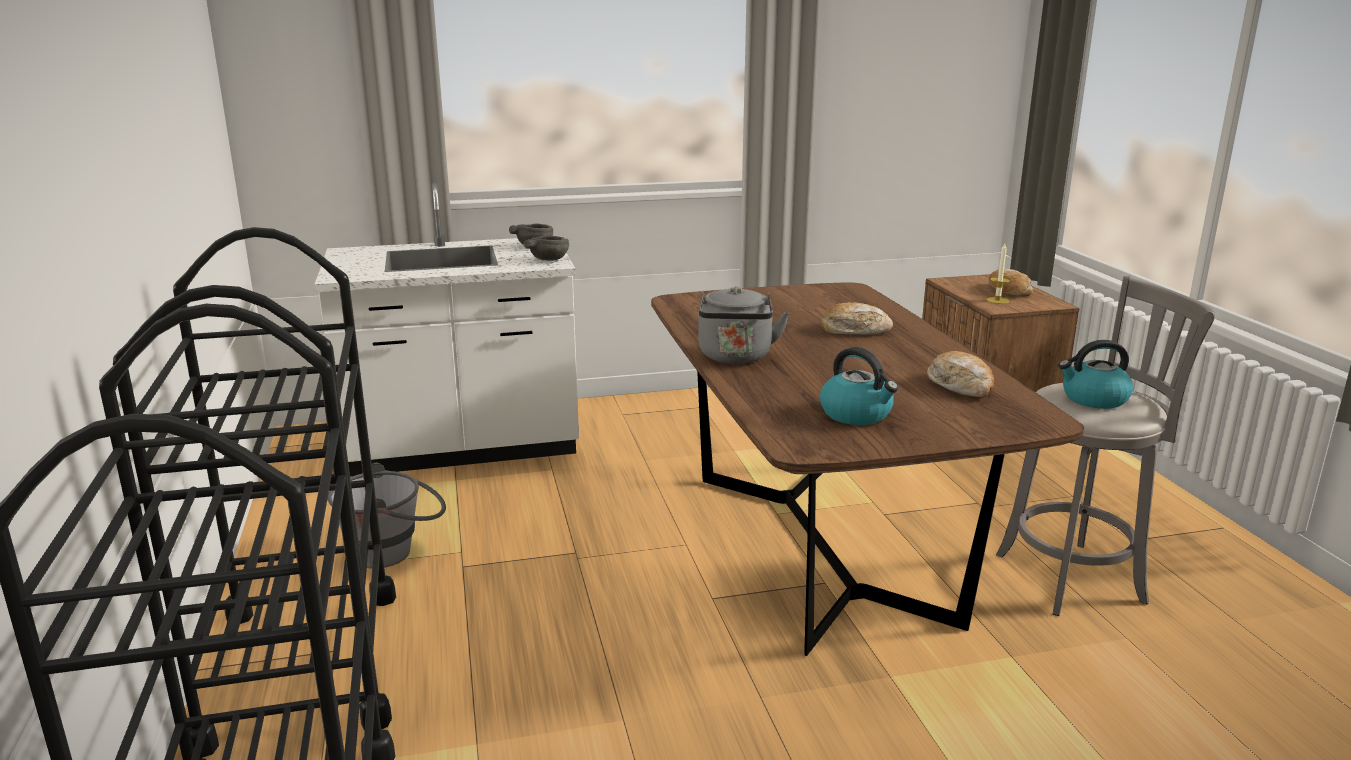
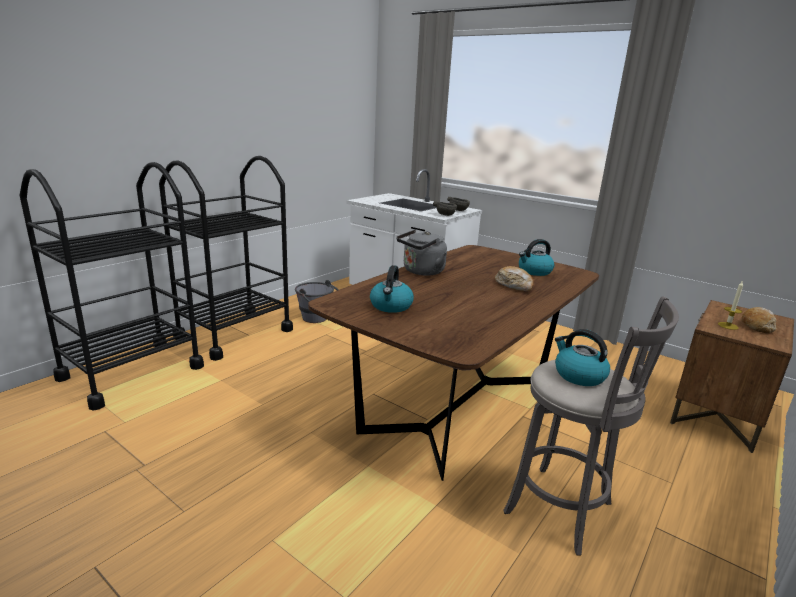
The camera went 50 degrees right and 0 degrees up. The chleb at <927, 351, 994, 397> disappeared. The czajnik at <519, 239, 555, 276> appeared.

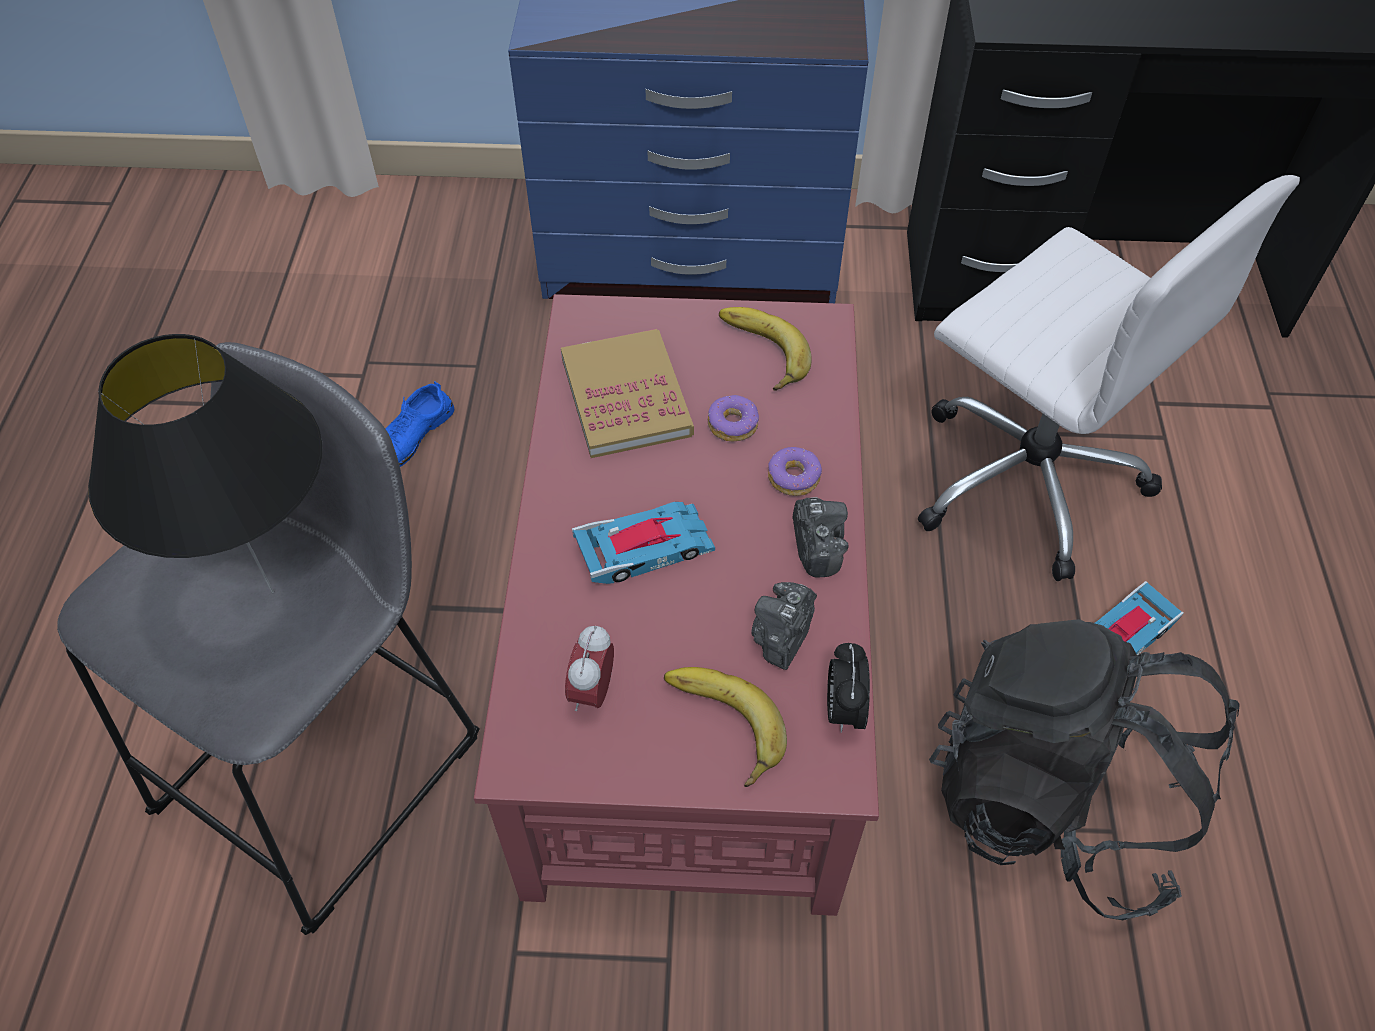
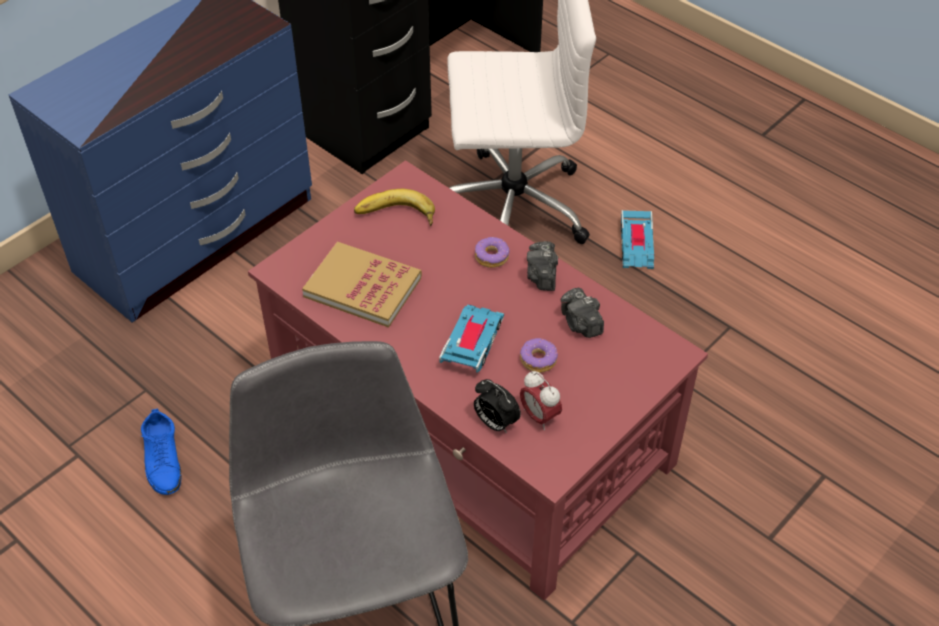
The camera went 50 degrees left and 5 degrees down. The lampa stołowa (czarny) at <88, 334, 322, 593> disappeared. The banan at <664, 667, 787, 787> disappeared. The donut moved from <708, 395, 759, 442> to <520, 338, 558, 373>. The aparat fotograficzny at <793, 497, 849, 578> turned 120 degrees counterclockwise. The budzik moved from <827, 643, 870, 733> to <474, 379, 521, 434>. The plecak (czarny) at <929, 619, 1240, 920> disappeared.

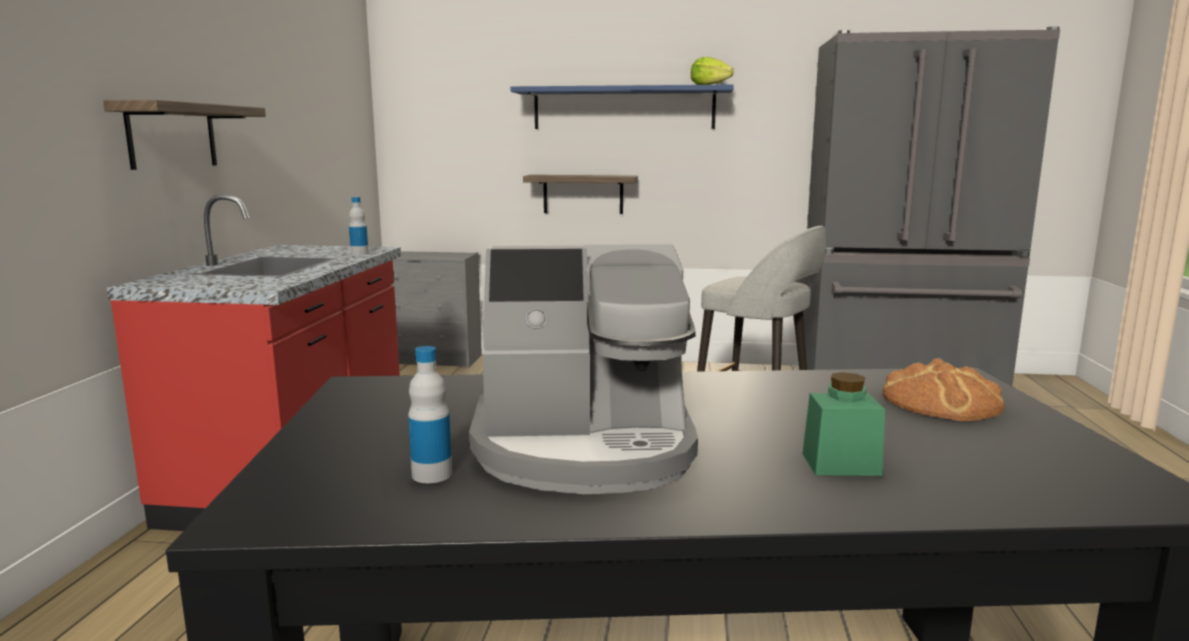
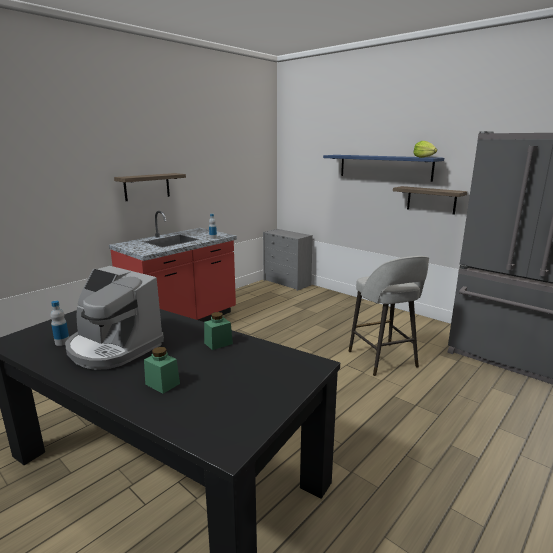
The camera went 35 degrees right and 5 degrees up. The półka moved from <523, 175, 638, 214> to <393, 186, 467, 215>. The chleb at <883, 358, 1005, 421> disappeared. The słoik (zielony) at <204, 312, 233, 350> appeared.

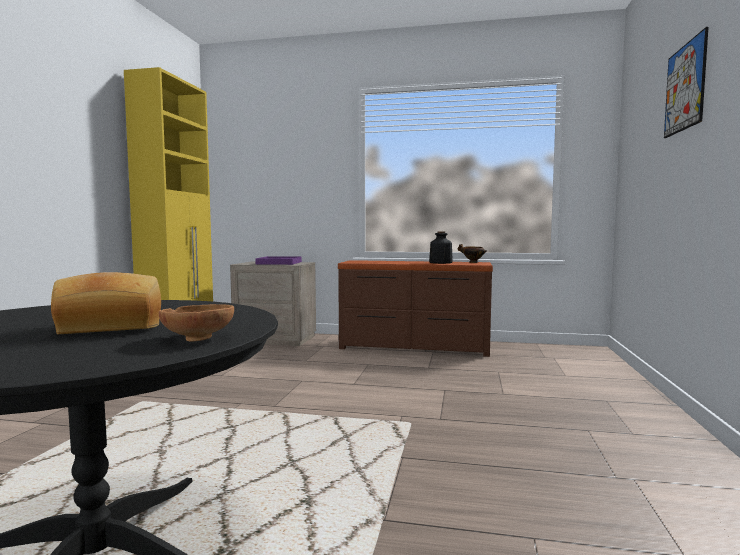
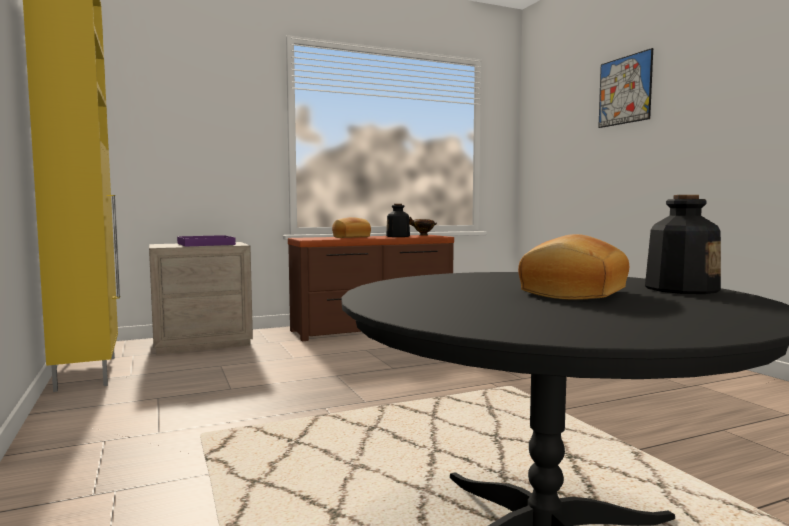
The camera went 35 degrees left and 0 degrees up. The miska (brązowy) at <159, 304, 234, 341> was replaced by the butelka at <645, 195, 721, 294>. The chleb at <332, 217, 371, 238> appeared.

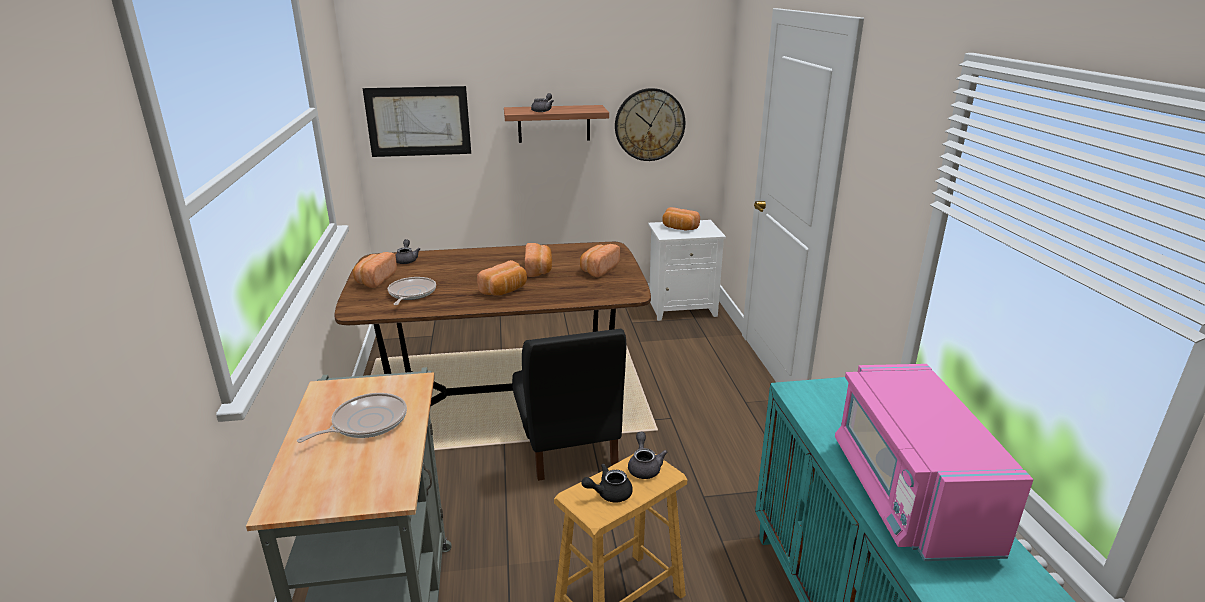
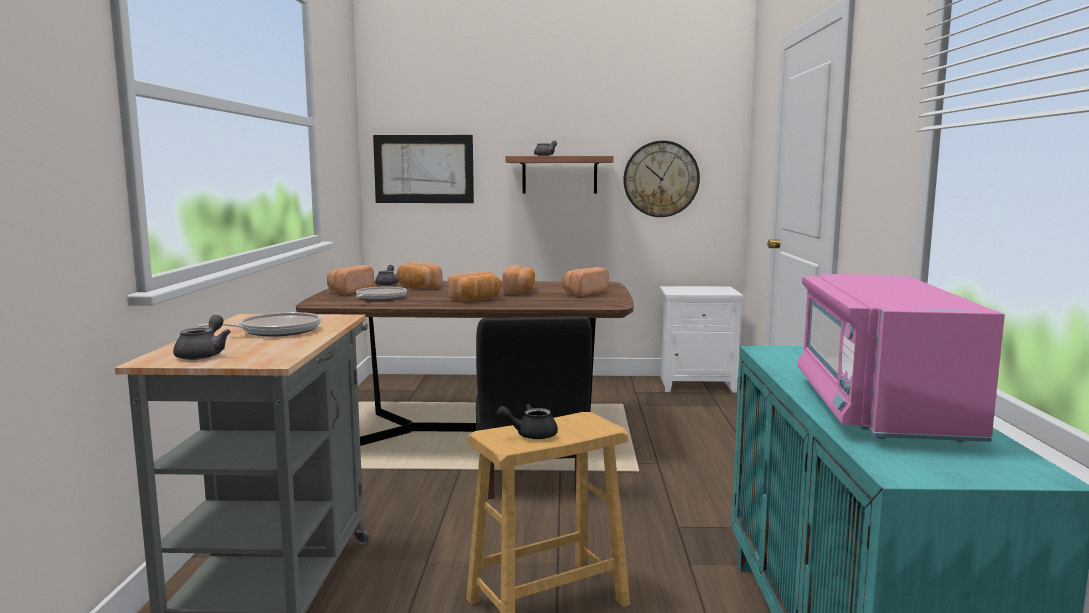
The camera went 10 degrees right and 15 degrees down. The imbryk (szary) moved from <628, 432, 668, 479> to <173, 315, 231, 360>. The chleb moved from <662, 207, 700, 230> to <397, 262, 443, 289>.

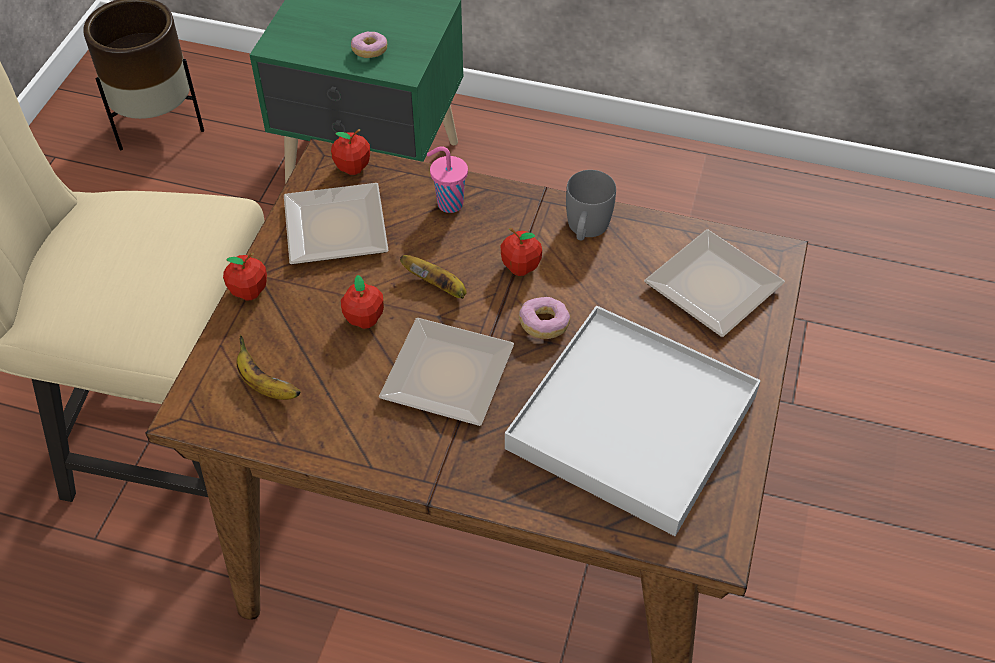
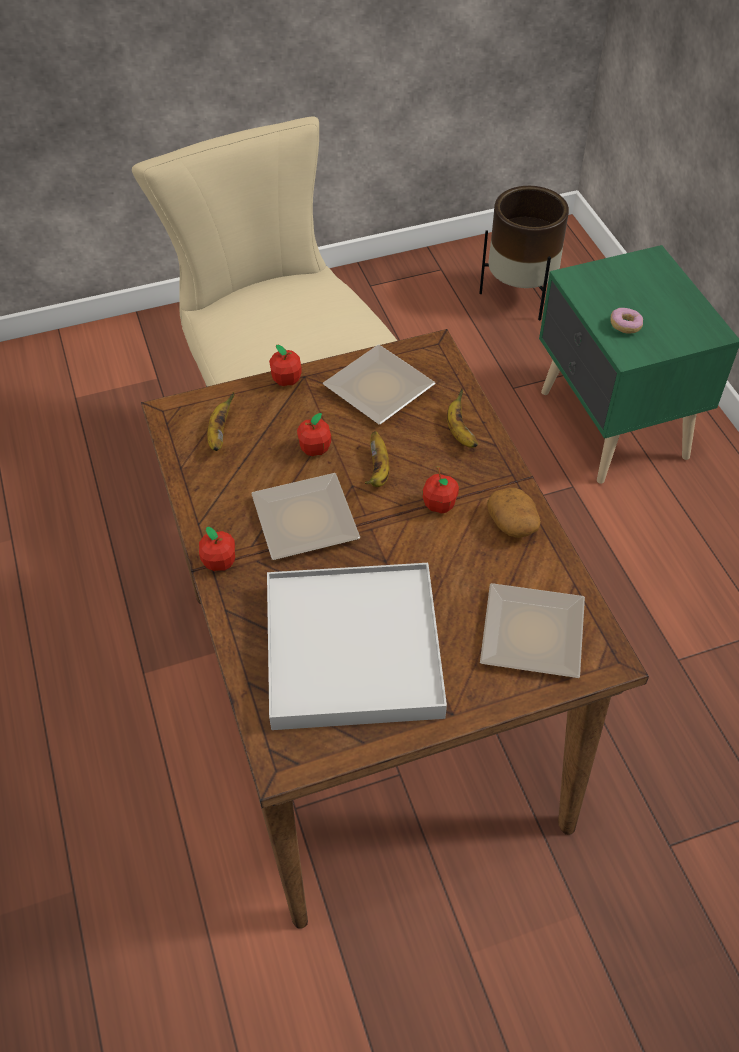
The camera went 55 degrees right and 0 degrees up. The jabłko moved from <331, 129, 370, 175> to <199, 526, 235, 571>. The filiżanka (różowy) at <427, 146, 468, 213> was replaced by the banan at <447, 388, 478, 448>. The donut at <519, 297, 570, 339> disappeared. The kubek (szary) at <566, 170, 616, 241> was replaced by the ziemniak at <487, 488, 541, 538>.

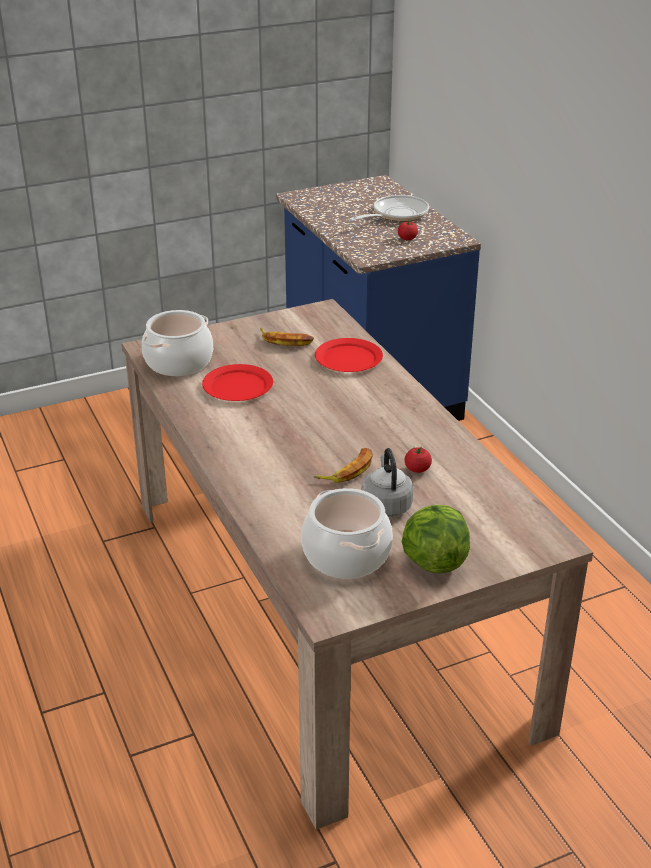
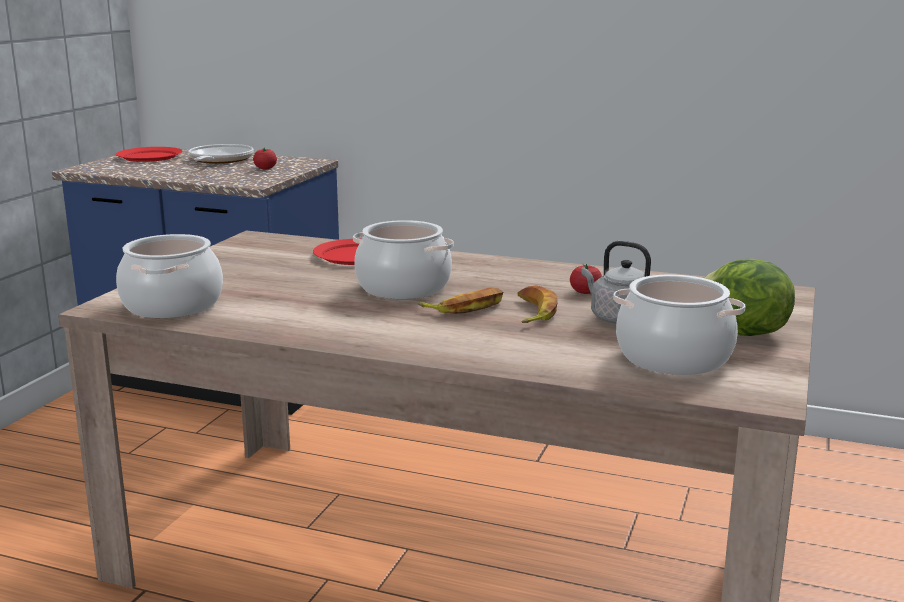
The camera went 45 degrees left and 15 degrees down. The talerz (czerwony) moved from <202, 364, 273, 401> to <116, 147, 183, 162>. The banan moved from <260, 328, 314, 346> to <418, 288, 503, 314>. The garnek at <353, 220, 454, 299> appeared.

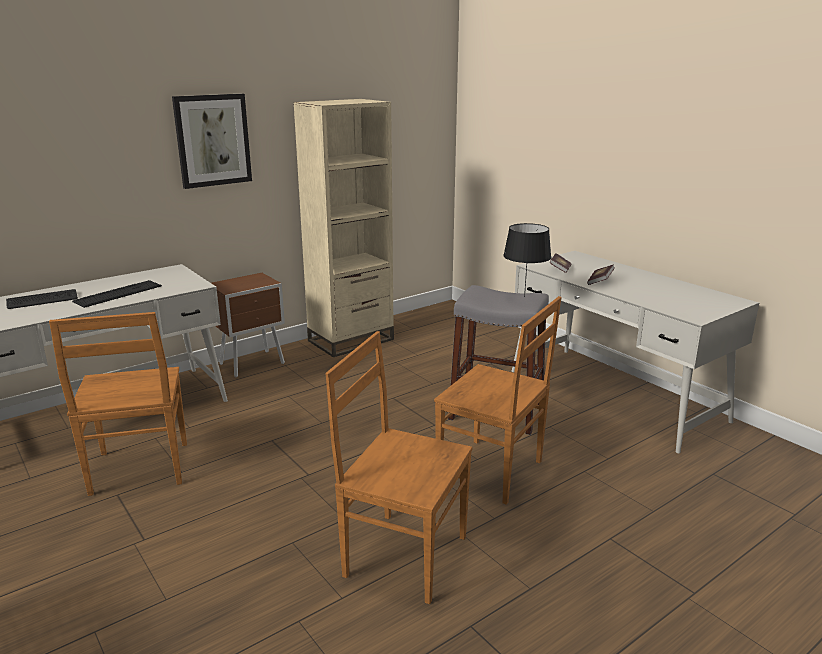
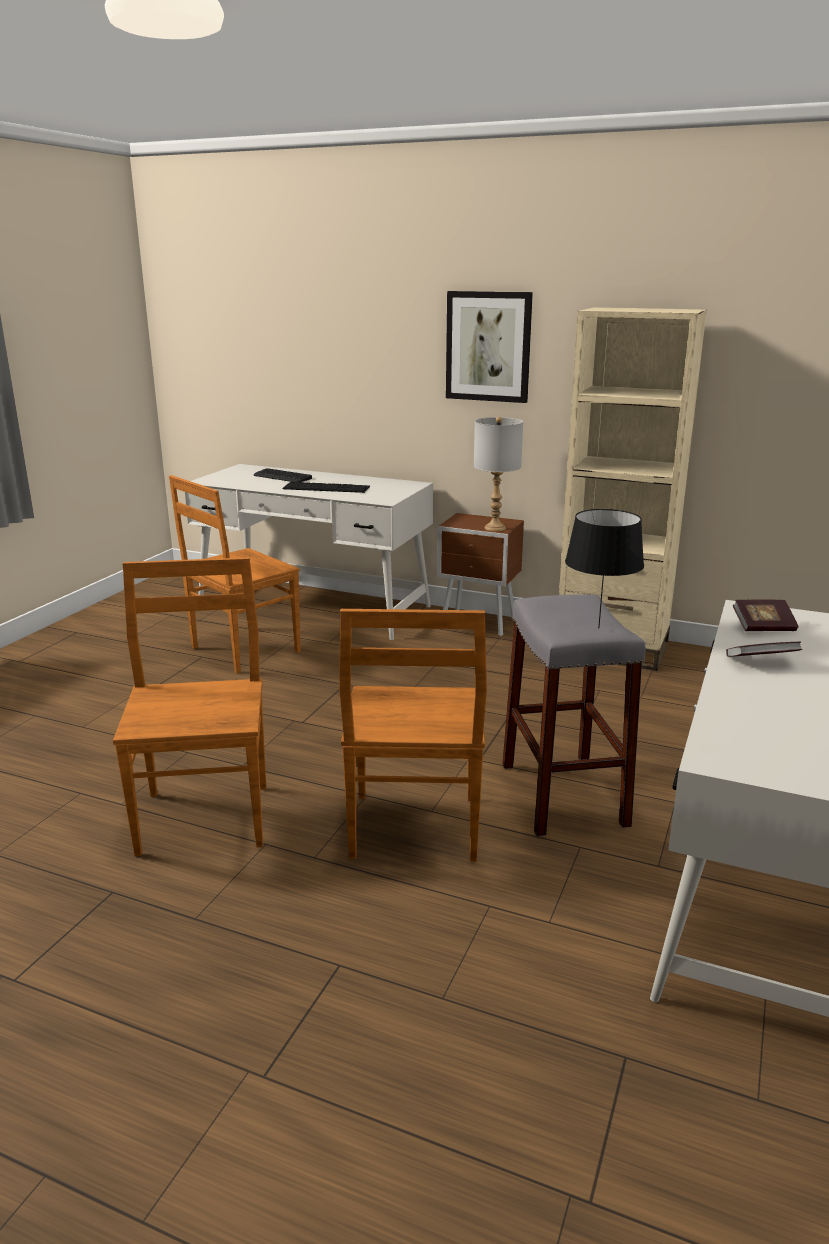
The camera went 60 degrees right and 0 degrees up. The lampa stołowa (szary) at <474, 417, 523, 531> appeared.

